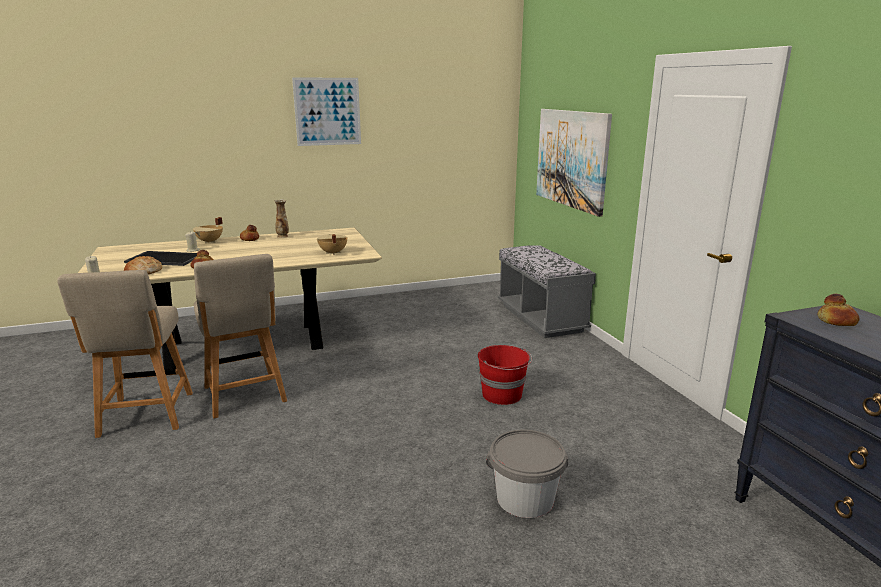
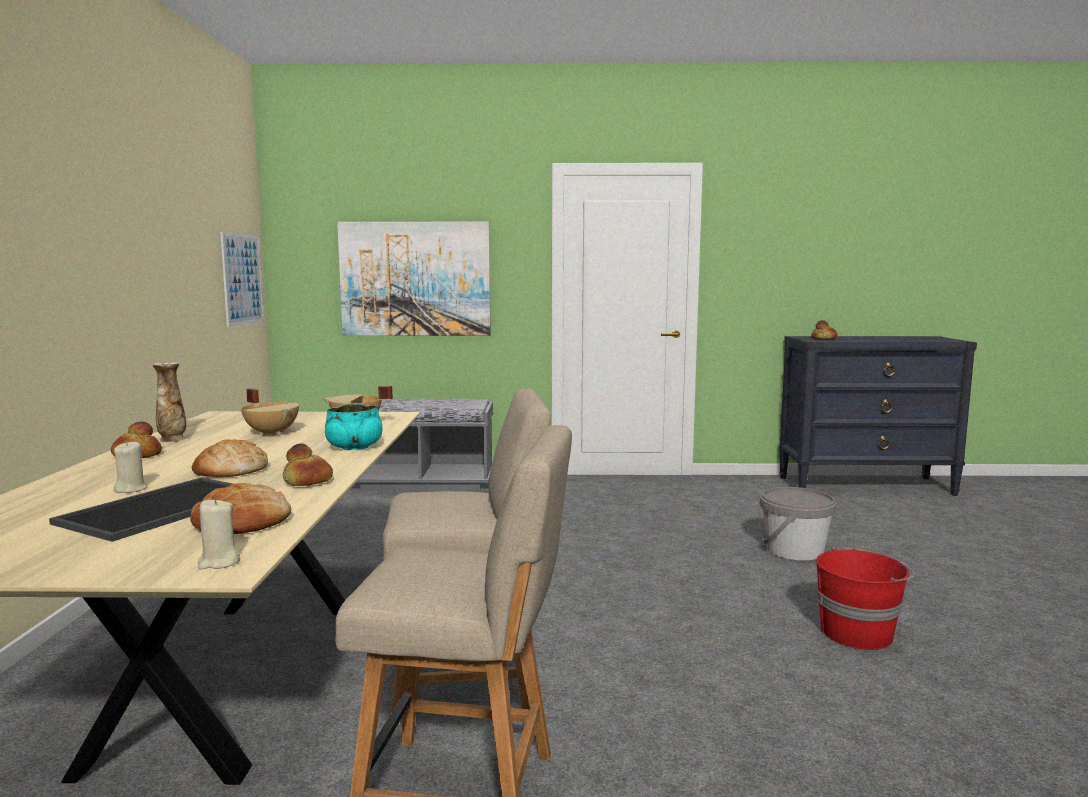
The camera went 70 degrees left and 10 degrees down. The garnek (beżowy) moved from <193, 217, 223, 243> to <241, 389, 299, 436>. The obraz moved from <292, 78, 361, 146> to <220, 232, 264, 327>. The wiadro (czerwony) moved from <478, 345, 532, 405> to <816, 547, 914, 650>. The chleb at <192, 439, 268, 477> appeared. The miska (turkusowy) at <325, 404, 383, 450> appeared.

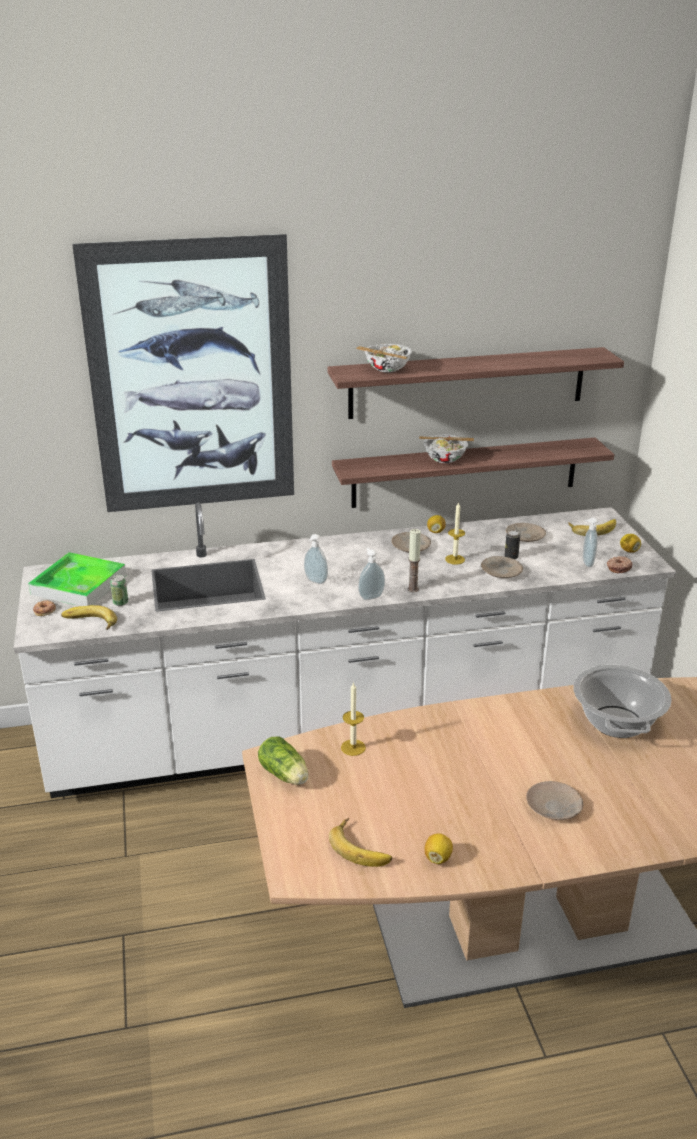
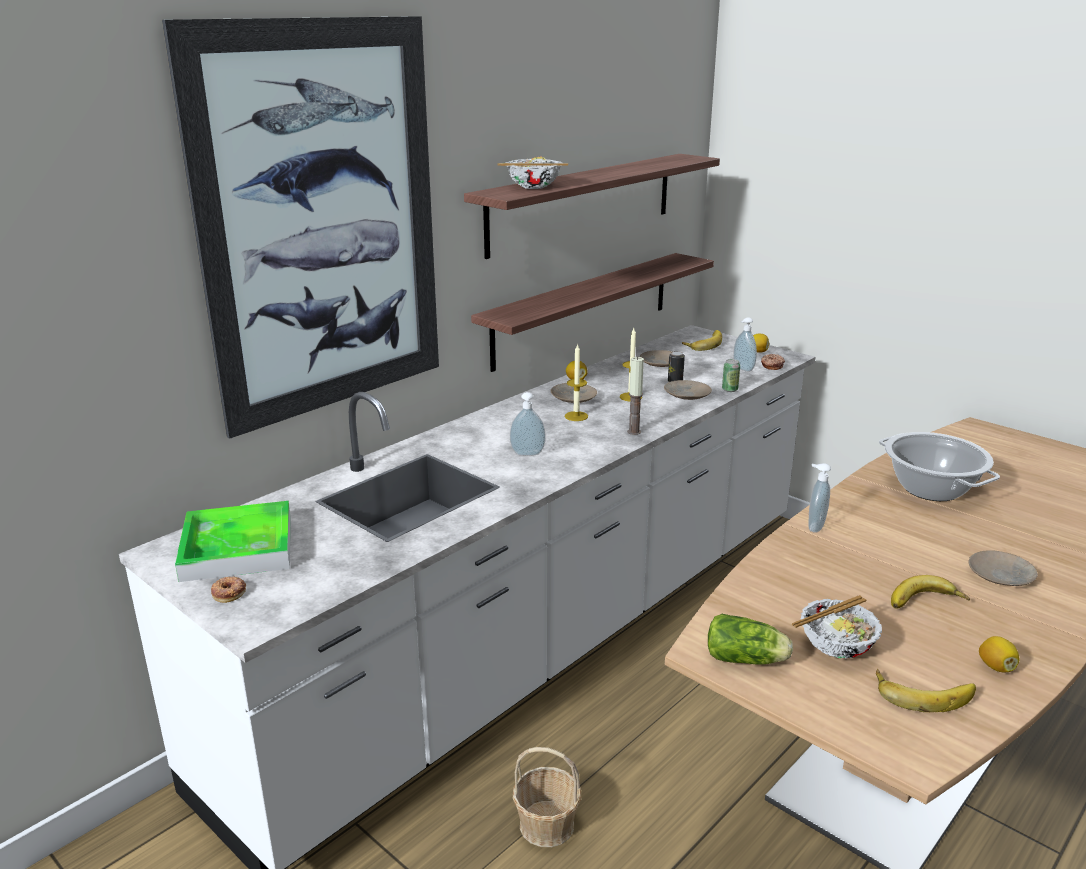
The camera went 35 degrees left and 5 degrees down. The banan moved from <61, 605, 117, 630> to <891, 575, 970, 609>. The puszka moved from <110, 575, 128, 606> to <722, 359, 740, 392>. The świeca moved from <341, 682, 366, 756> to <565, 344, 588, 421>. The dozownik mydła moved from <358, 548, 385, 600> to <808, 463, 831, 533>. The miska moved from <419, 434, 474, 463> to <792, 595, 882, 659>. The koszyk at <513, 747, 581, 847> appeared.

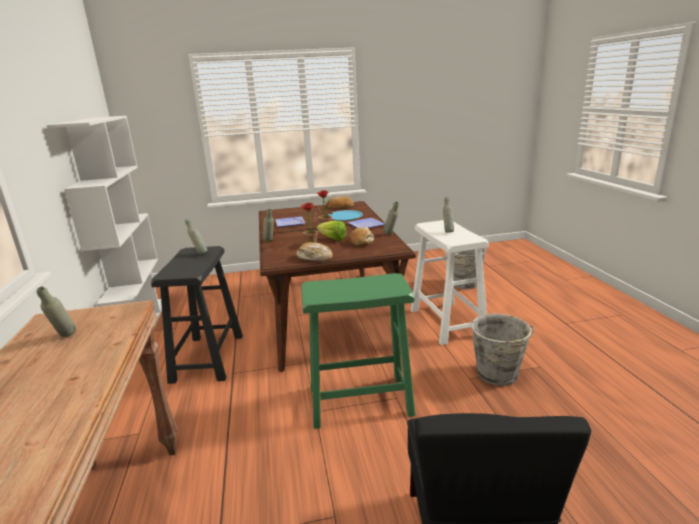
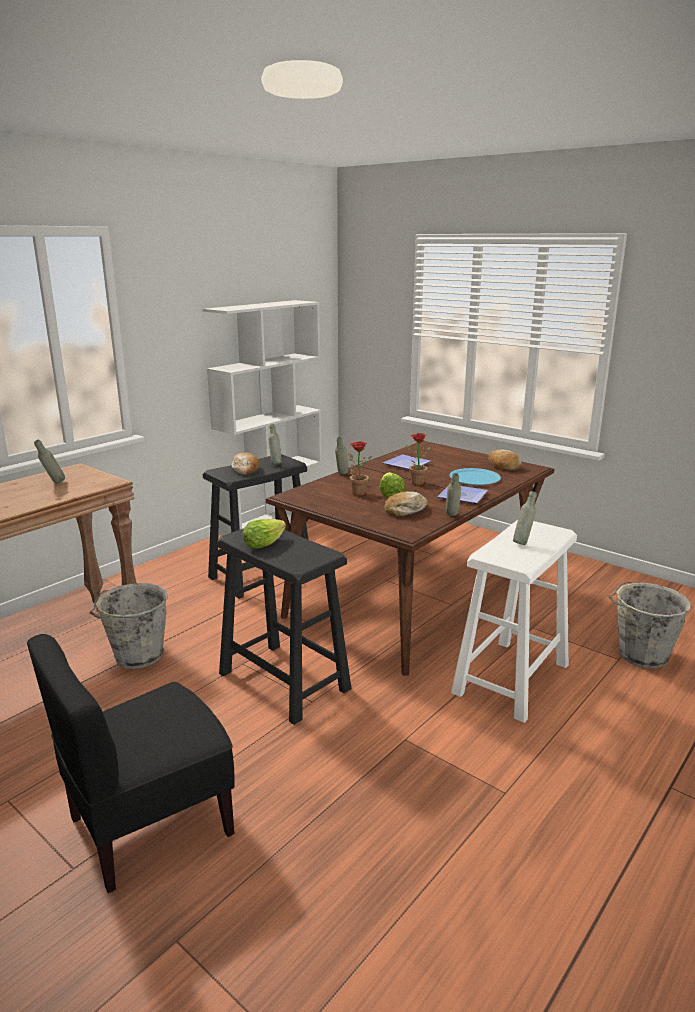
The camera went 50 degrees right and 0 degrees up. The chleb moved from <296, 242, 333, 261> to <232, 452, 259, 475>. The stołek (zielony) at <301, 273, 415, 429> became the stołek (czarny) at <217, 528, 351, 725>. The wiadro (szary) moved from <471, 314, 534, 386> to <90, 583, 168, 669>. The sałata at <243, 519, 286, 548> appeared.

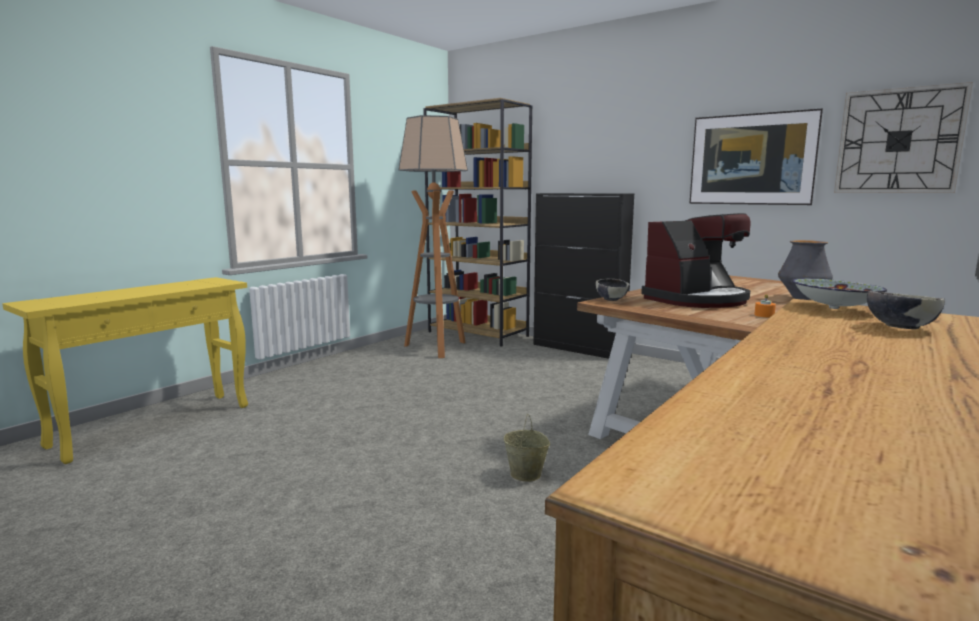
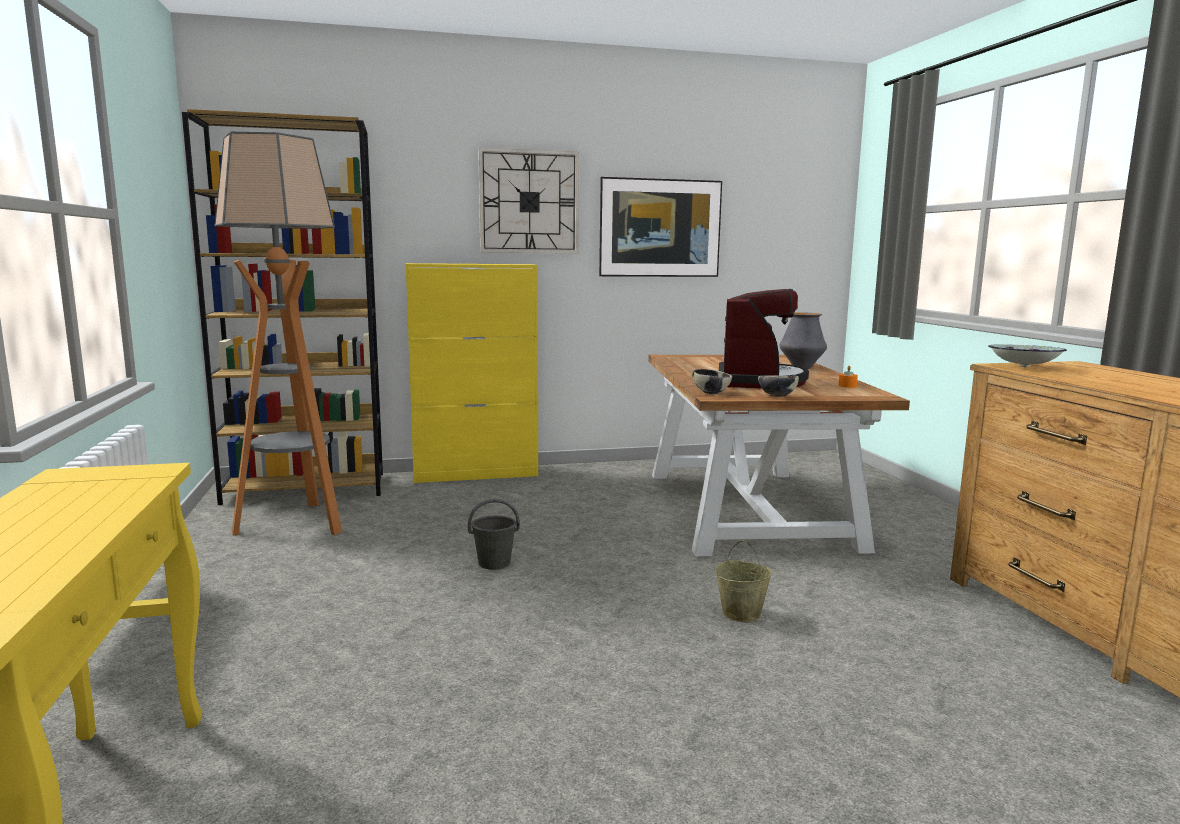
The camera went 50 degrees left and 0 degrees up. The szafka (czarny) at <534, 193, 634, 359> became the szafka (żółty) at <406, 263, 538, 483>. The zegar ścienny moved from <834, 82, 973, 193> to <478, 148, 579, 254>. The miska moved from <867, 291, 945, 329> to <758, 375, 799, 397>. The wiadro (szary) at <468, 499, 520, 570> appeared.

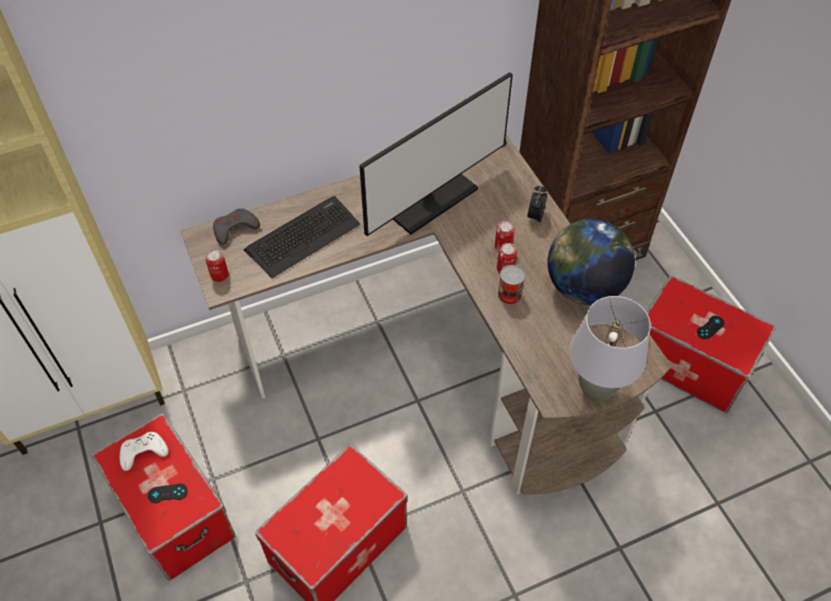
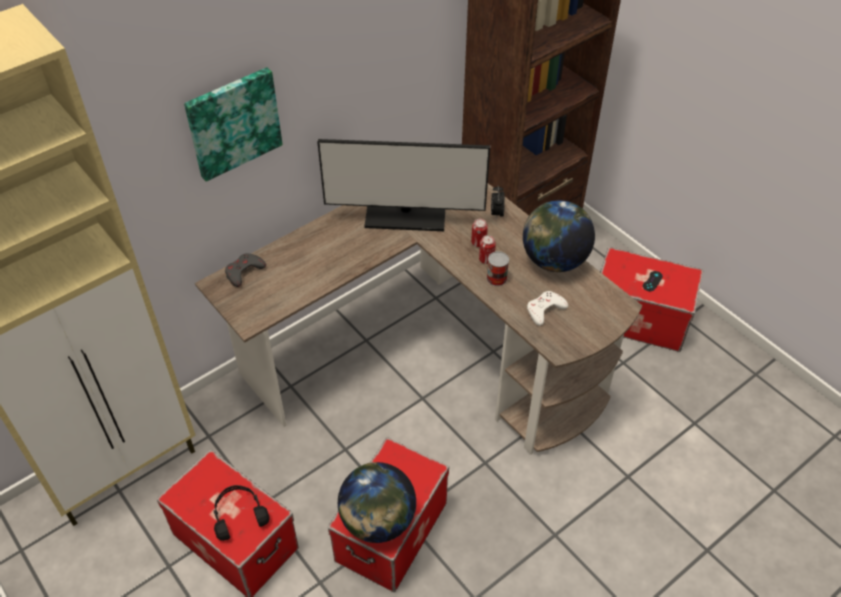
The camera went 15 degrees left and 5 degrees down. The pad do gier (biały) moved from <120, 432, 169, 471> to <527, 291, 568, 326>. The pad do gier (czarny) at <148, 484, 188, 503> was replaced by the słuchawki (czarny) at <213, 485, 270, 541>. The puszka at <205, 249, 229, 282> disappeared. The klawiatura at <244, 196, 360, 278> disappeared. The monitor at <359, 72, 513, 236> turned 60 degrees clockwise. The lampa stołowa (szary) at <569, 296, 651, 402> disappeared. The obraz at <184, 67, 283, 182> appeared. The globus at <338, 462, 416, 543> appeared.

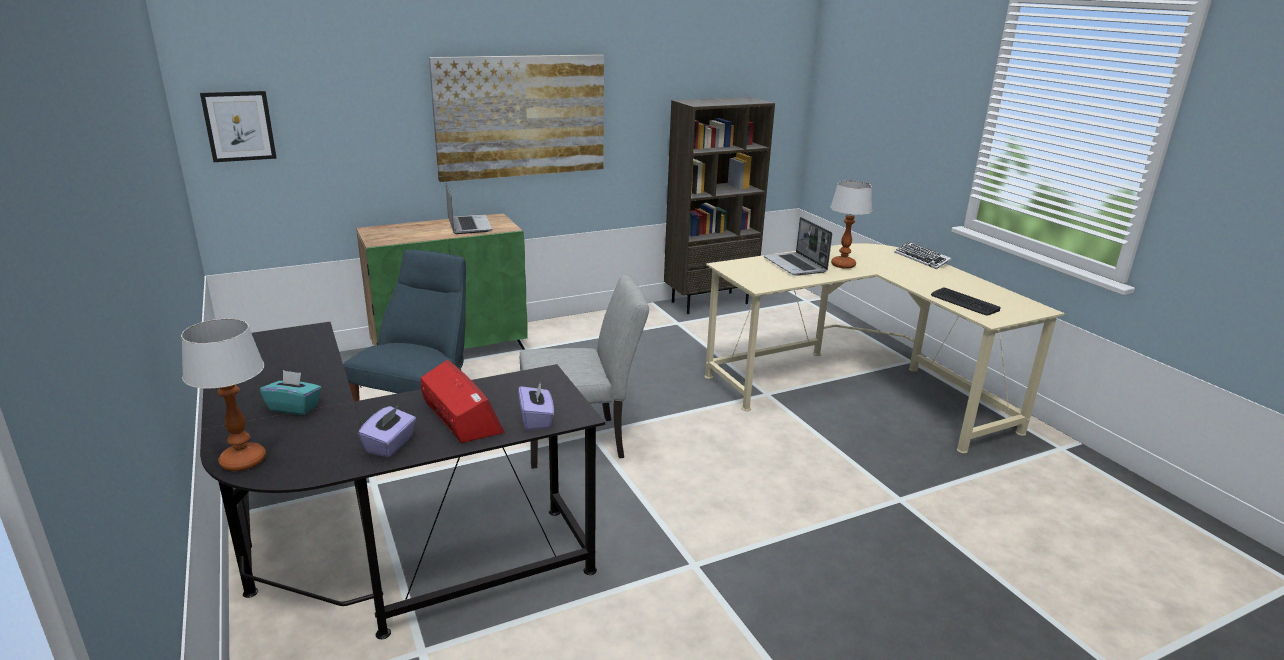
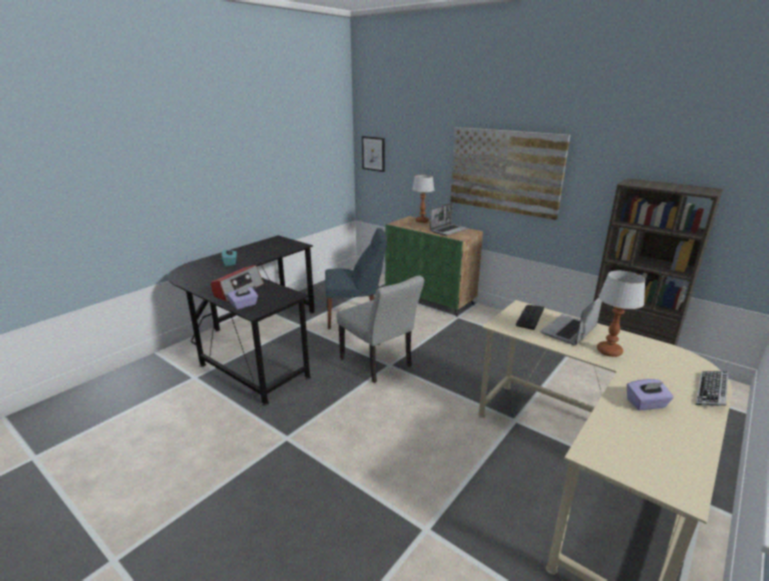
The camera went 65 degrees right and 0 degrees up. The lampa stołowa moved from <181, 319, 266, 471> to <412, 175, 434, 223>. The pudełko chusteczek (fioletowy) moved from <358, 406, 416, 457> to <627, 379, 674, 410>. The klawiatura moved from <931, 287, 1001, 315> to <516, 305, 544, 330>.

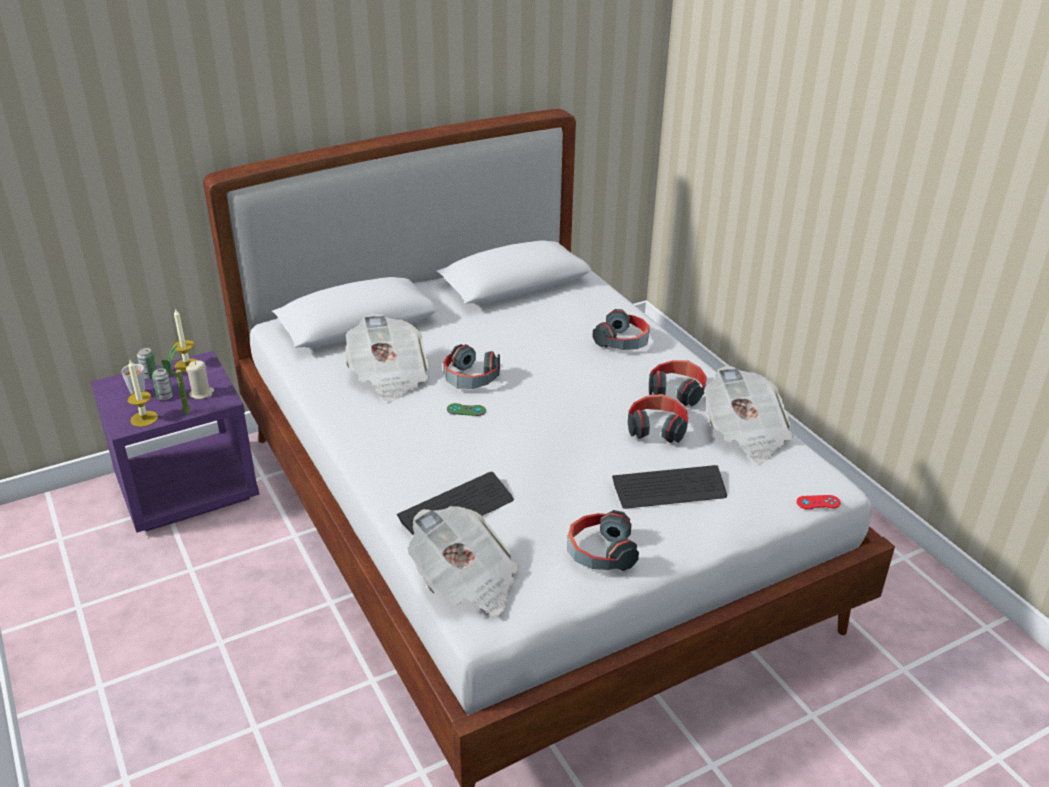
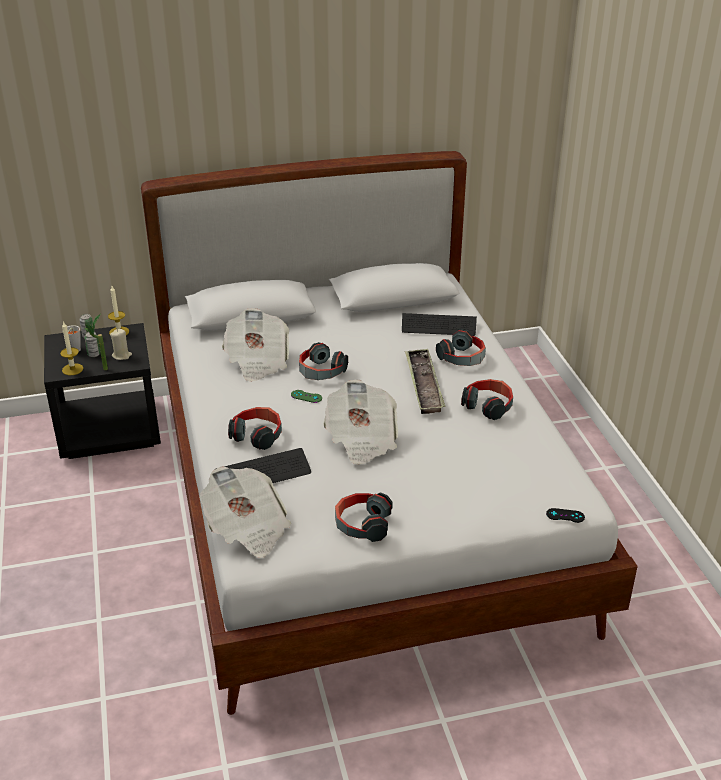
The camera went 15 degrees right and 0 degrees up. The szafka nocna (fioletowy) at <91, 351, 259, 533> became the szafka nocna (czarny) at <44, 323, 161, 459>. The klawiatura moved from <612, 465, 727, 509> to <402, 313, 477, 336>. The słuchawki moved from <628, 394, 688, 443> to <228, 407, 282, 450>. The gazeta moved from <704, 366, 793, 463> to <323, 380, 398, 465>. The pad do gier (czerwony) at <797, 495, 841, 510> became the pad do gier (czarny) at <546, 508, 585, 523>. The taca at <405, 349, 445, 414> appeared.

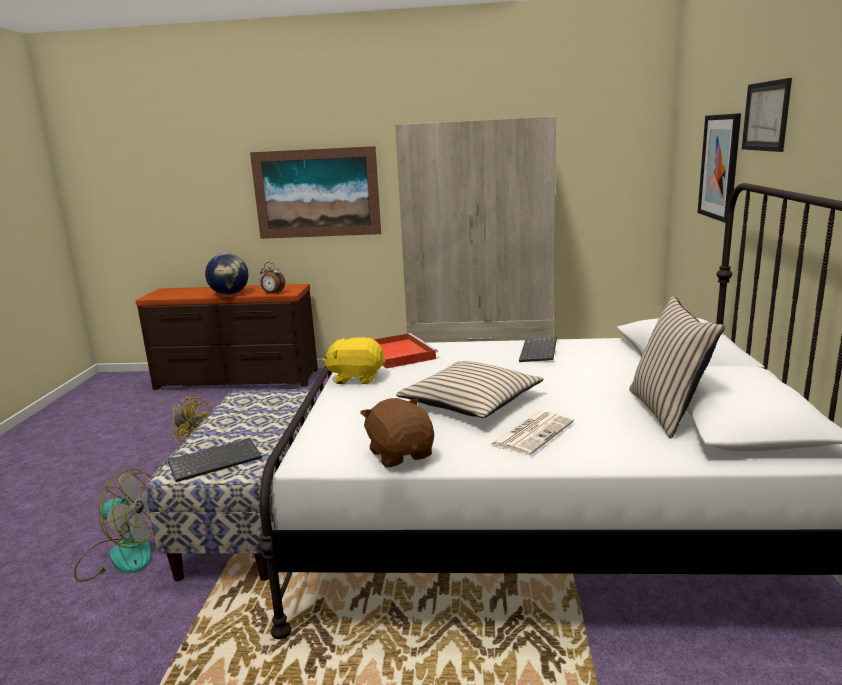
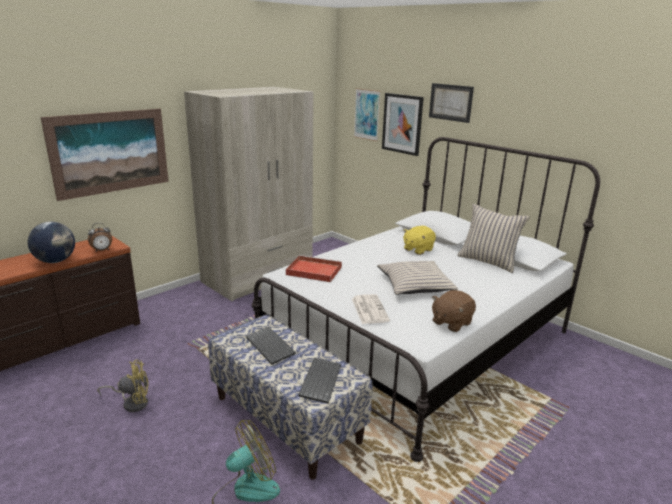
The camera went 50 degrees left and 5 degrees up. The pluszak (żółty) moved from <323, 337, 385, 384> to <403, 226, 436, 255>. The pluszak (brązowy) at <360, 398, 434, 467> turned 60 degrees counterclockwise. The gazeta moved from <490, 411, 574, 456> to <352, 294, 390, 324>. The klawiatura moved from <519, 336, 557, 362> to <246, 327, 296, 365>. The obraz at <354, 88, 380, 141> appeared.

